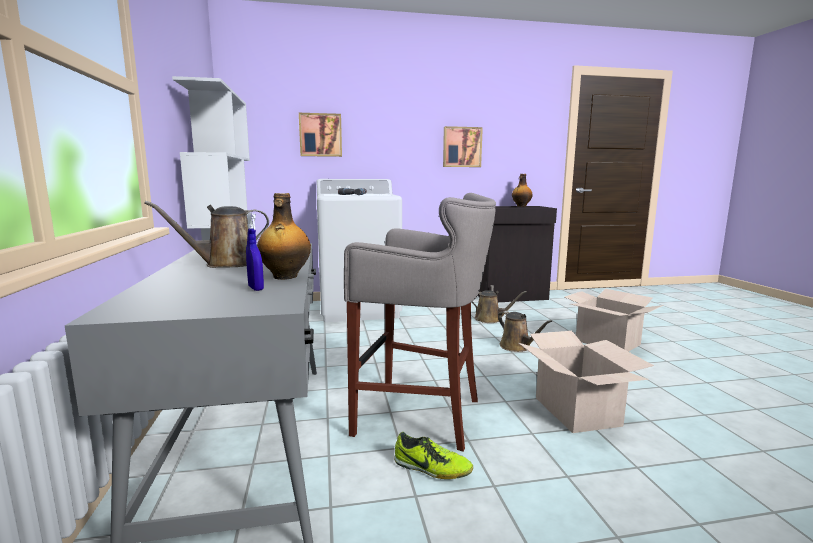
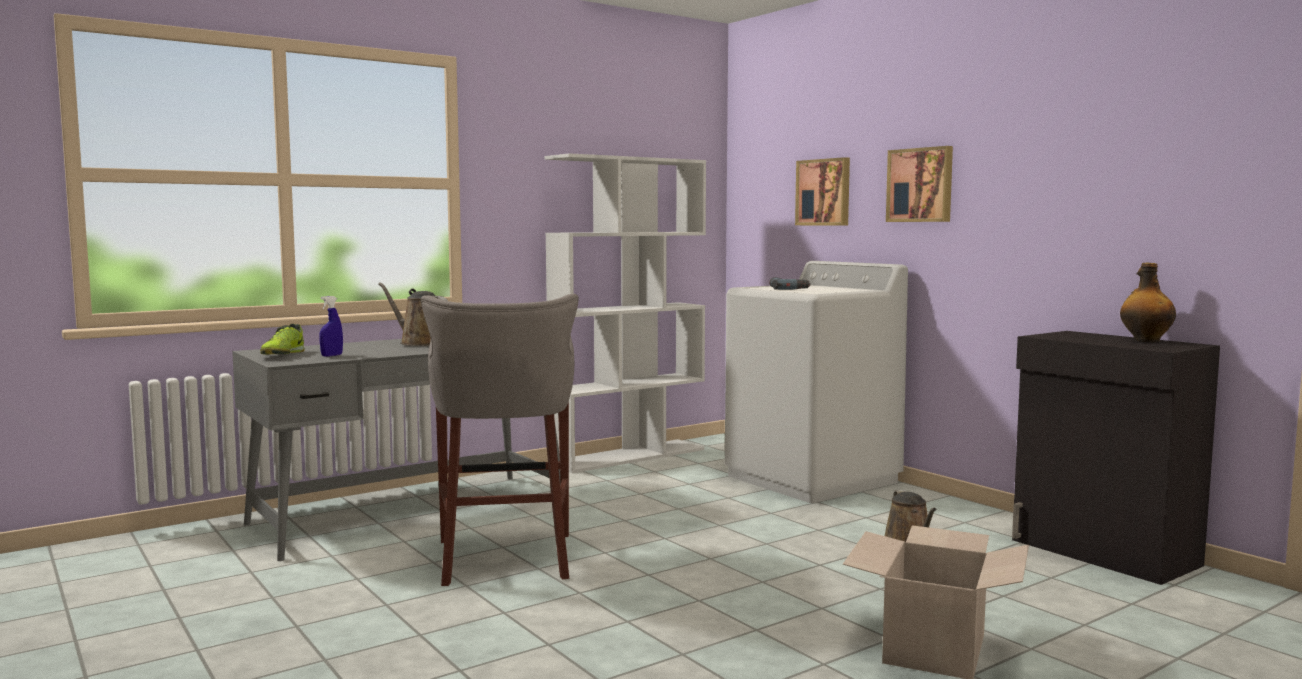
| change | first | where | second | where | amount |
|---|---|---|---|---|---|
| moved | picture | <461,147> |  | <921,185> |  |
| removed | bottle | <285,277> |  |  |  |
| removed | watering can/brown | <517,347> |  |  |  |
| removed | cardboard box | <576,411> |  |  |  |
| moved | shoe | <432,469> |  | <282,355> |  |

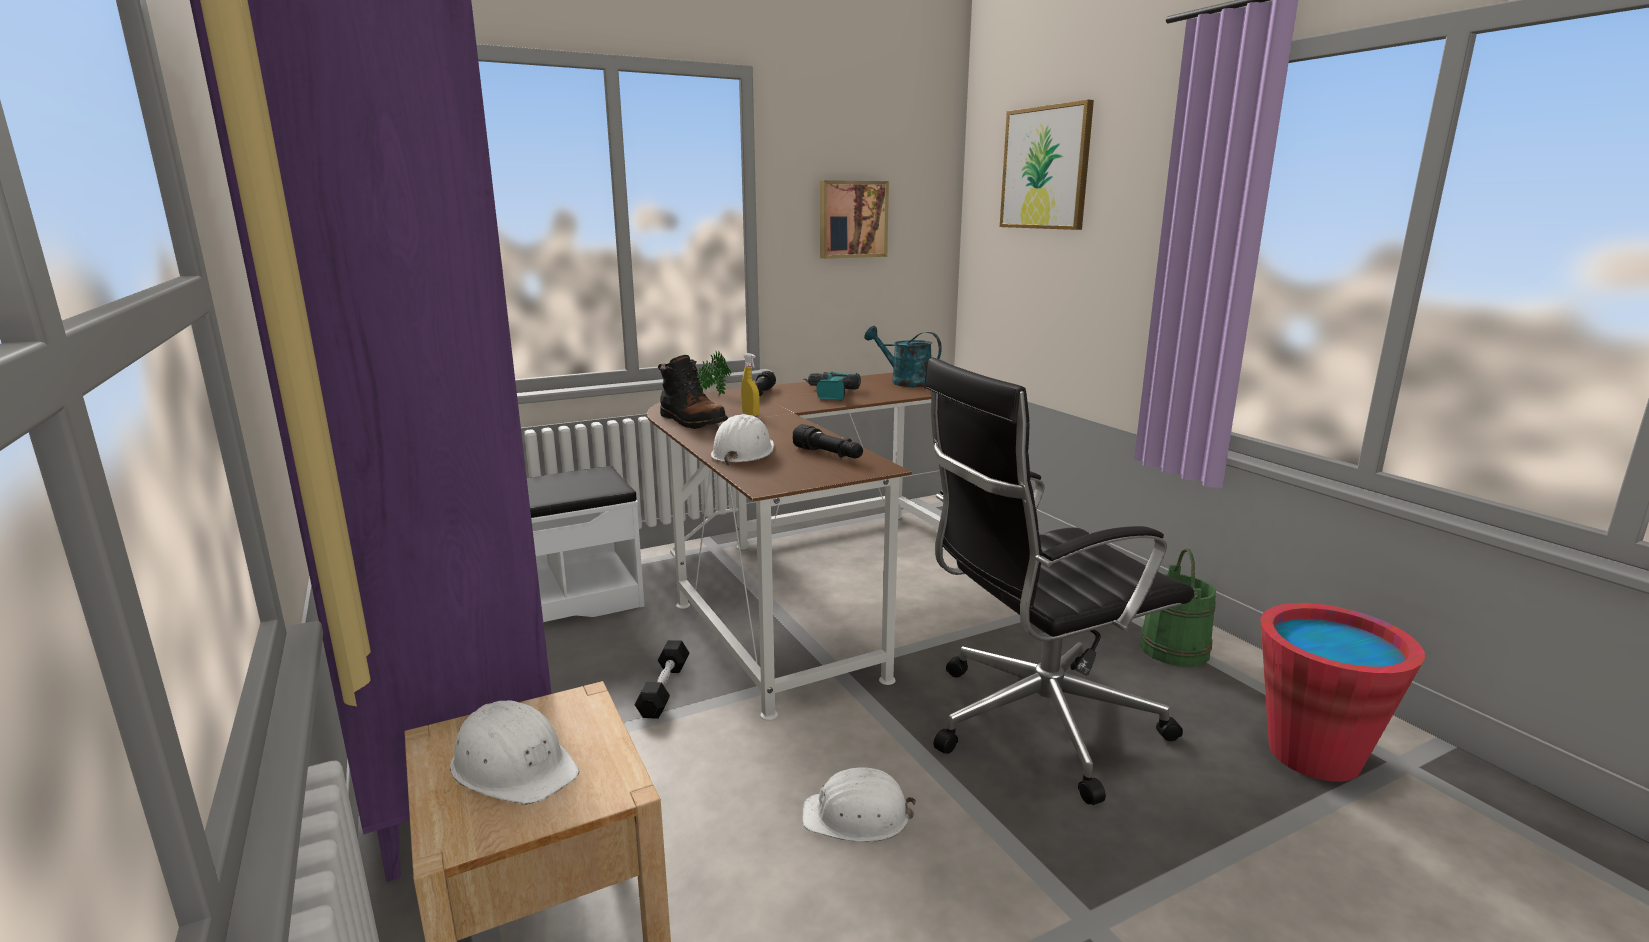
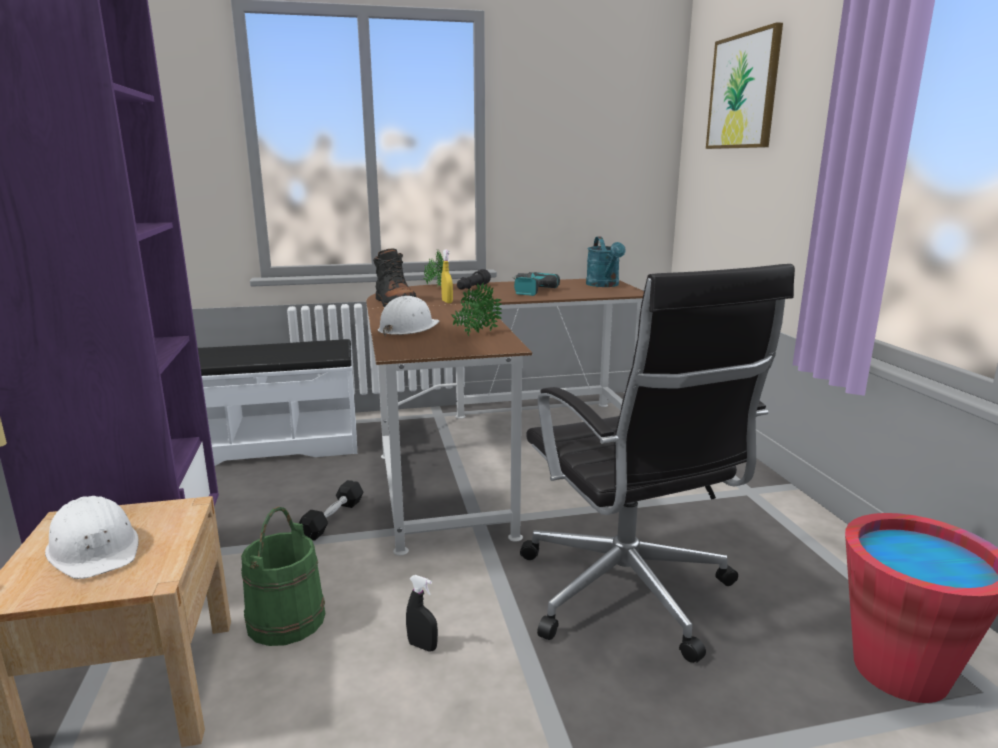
| change | first | where | second | where | amount |
|---|---|---|---|---|---|
| removed | picture | <852,219> |  |  |  |
| turned | watering can/turquoise | <904,382> |  | <604,285> | 150 degrees counterclockwise |
| turned | office chair/black | <1035,723> |  | <627,594> | 105 degrees counterclockwise |
| replaced | flashlight/black | <829,455> | potted plant | <475,334> |  |
| moved | bucket/green | <1175,649> |  | <286,620> |  |
| replaced | hard hat/white | <857,816> | spray bottle/black | <422,646> |  |

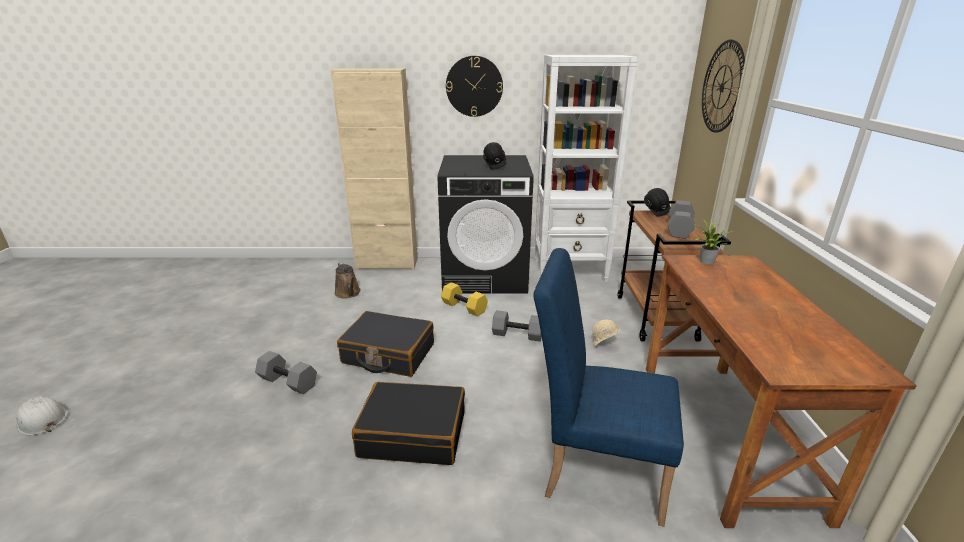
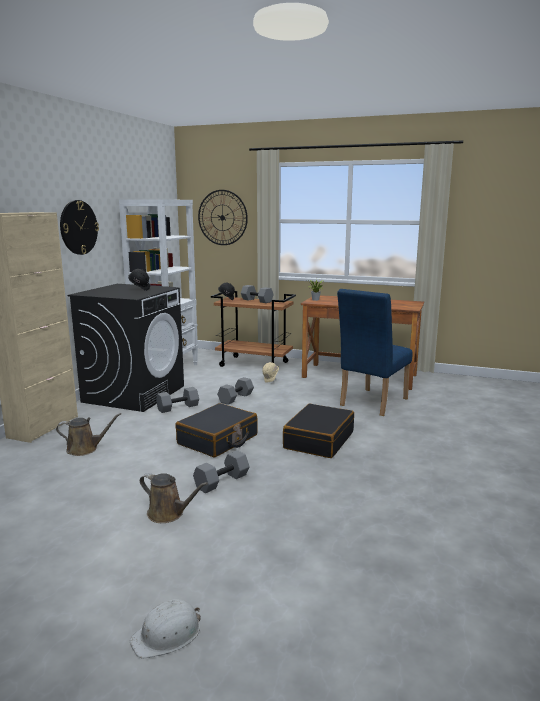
| change | first | where | second | where | amount |
|---|---|---|---|---|---|
| recoloured | dumbbell/yellow | <465,307> | dumbbell/grey | <178,407> |  |
| added |  |  | watering can/brown | <168,514> |  |

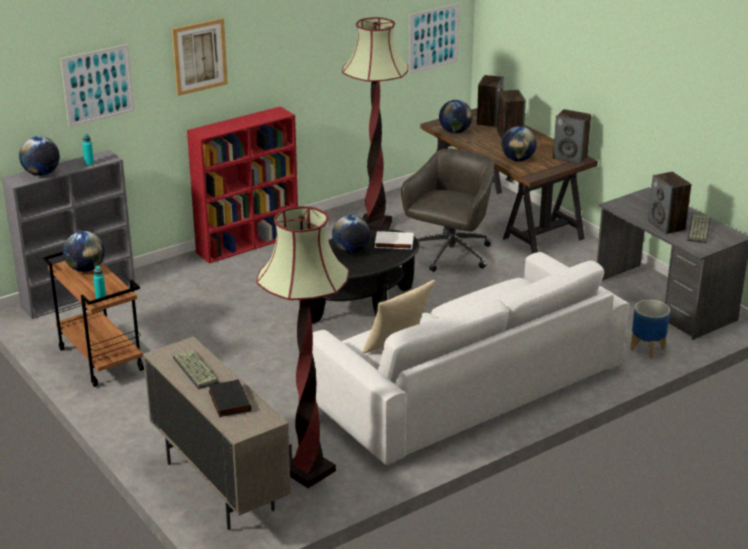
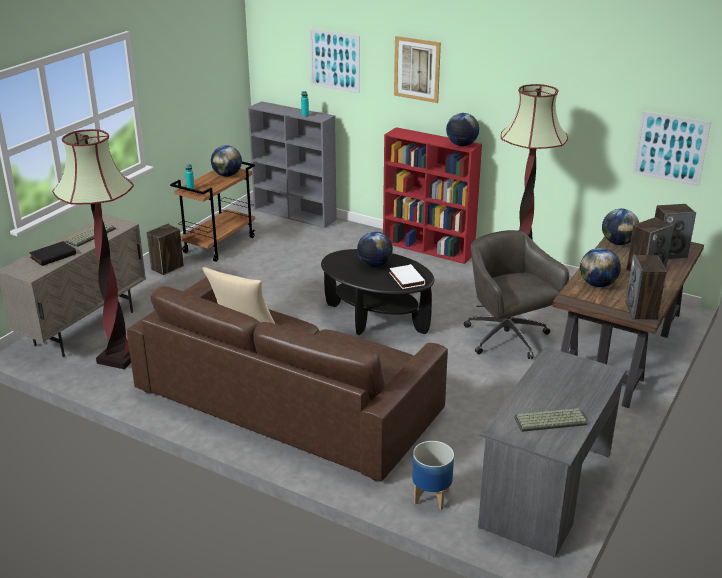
| change | first | where | second | where | amount |
|---|---|---|---|---|---|
| moved | globe | <41,174> |  | <461,145> |  |
| turned | office chair/grey | <450,254> |  | <507,339> | 120 degrees counterclockwise |
| moved | speaker | <666,225> |  | <167,268> |  |
| recoloured | sofa/white | <466,383> | sofa/brown | <288,399> |  |

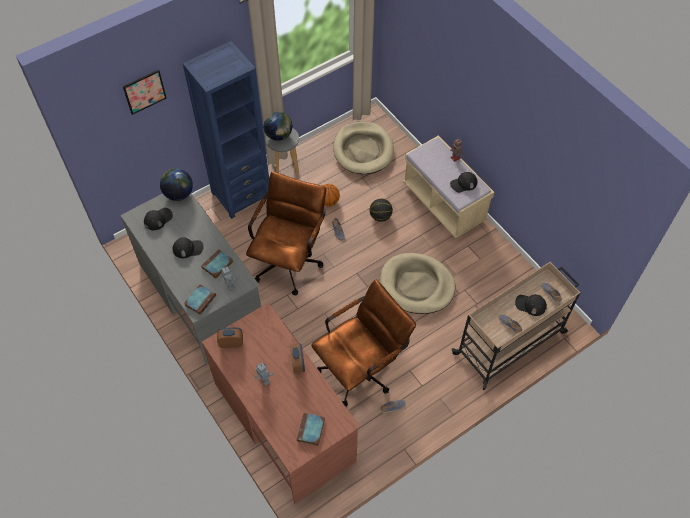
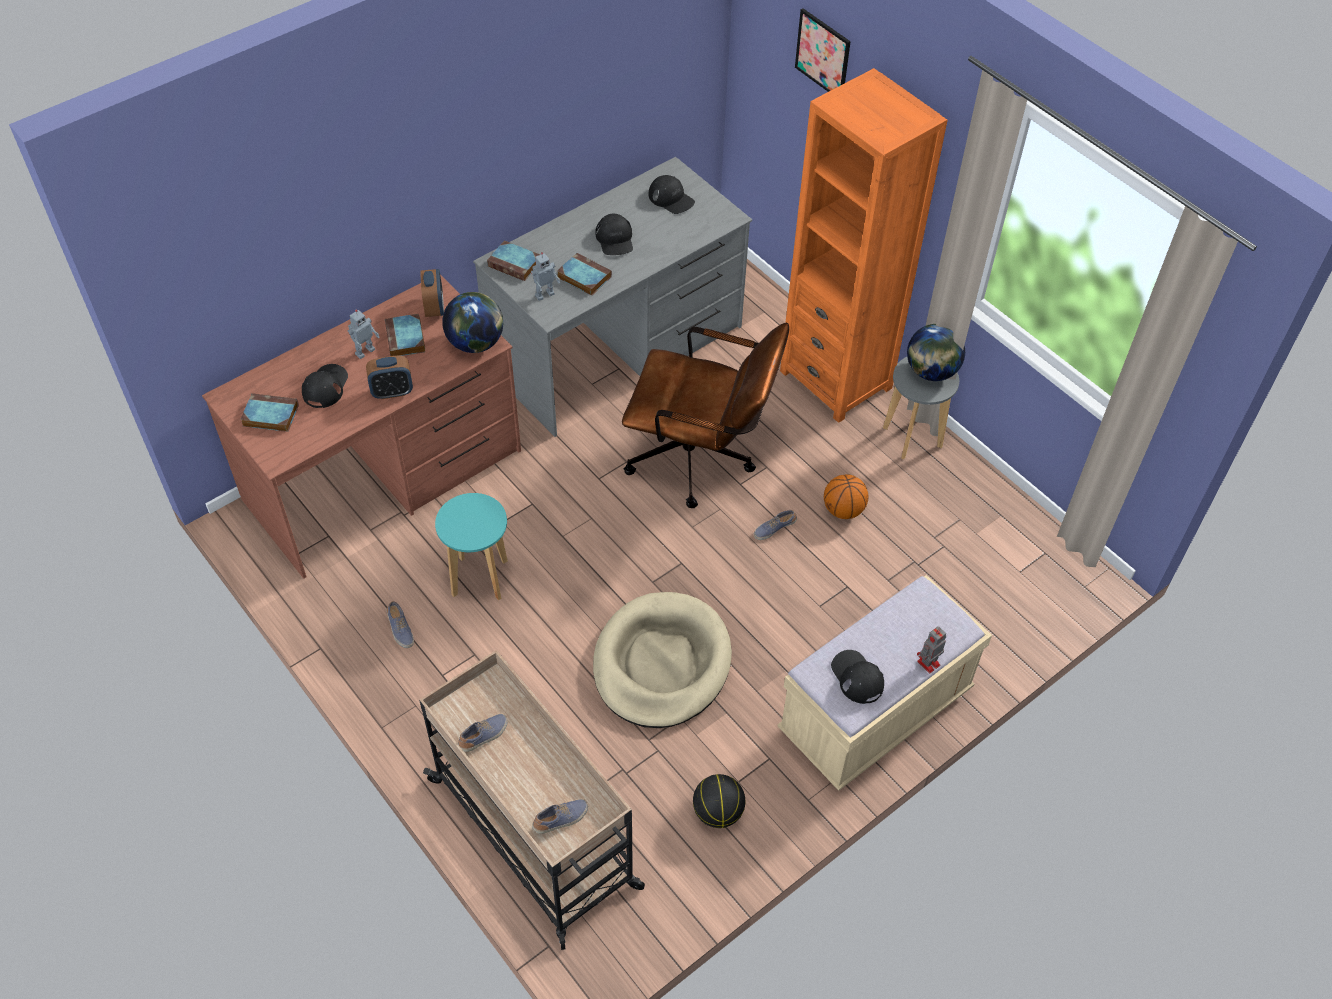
| change | first | where | second | where | amount |
|---|---|---|---|---|---|
| recoloured | bookcase/blue | <241,194> | bookcase/orange | <836,379> |  |
| removed | dog bed/beige | <363,150> |  |  |  |
| moved | globe | <179,194> |  | <476,343> |  |
| moved | basketball | <380,216> |  | <717,812> |  |
| replaced | office chair/brown | <361,368> | stool/turquoise | <480,578> |  |
| moved | cap/black | <530,305> |  | <325,387> |  |
| added |  |  | book | <406,339> |  |

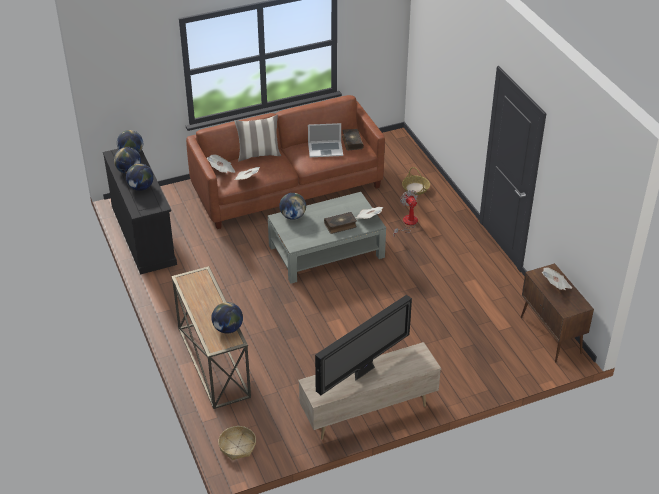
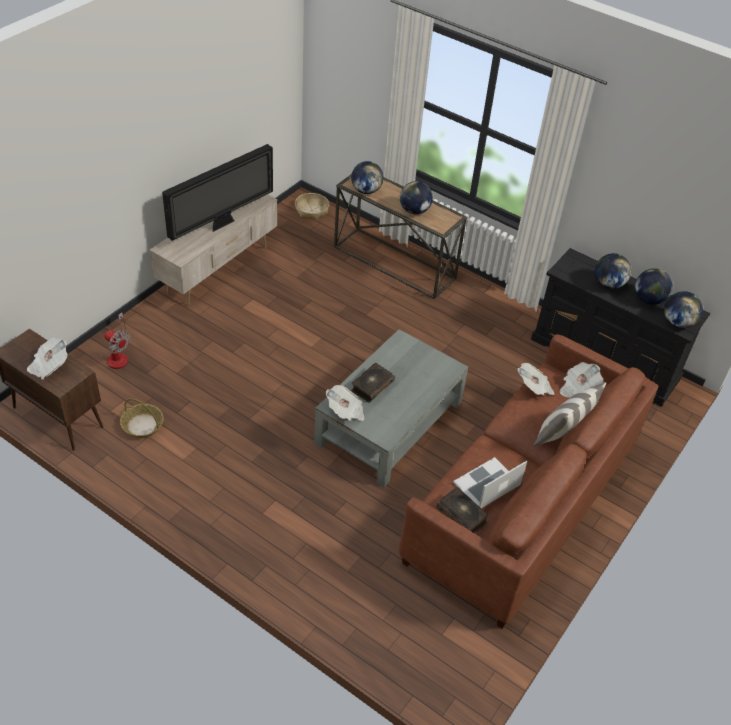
| change | first | where | second | where | amount |
|---|---|---|---|---|---|
| moved | basket | <415,188> |  | <143,425> |  |
| moved | fan | <407,223> |  | <118,355> |  |
| moved | globe | <293,216> |  | <414,211> |  |
| turned | television | <364,371> |  | <223,223> | 150 degrees counterclockwise |

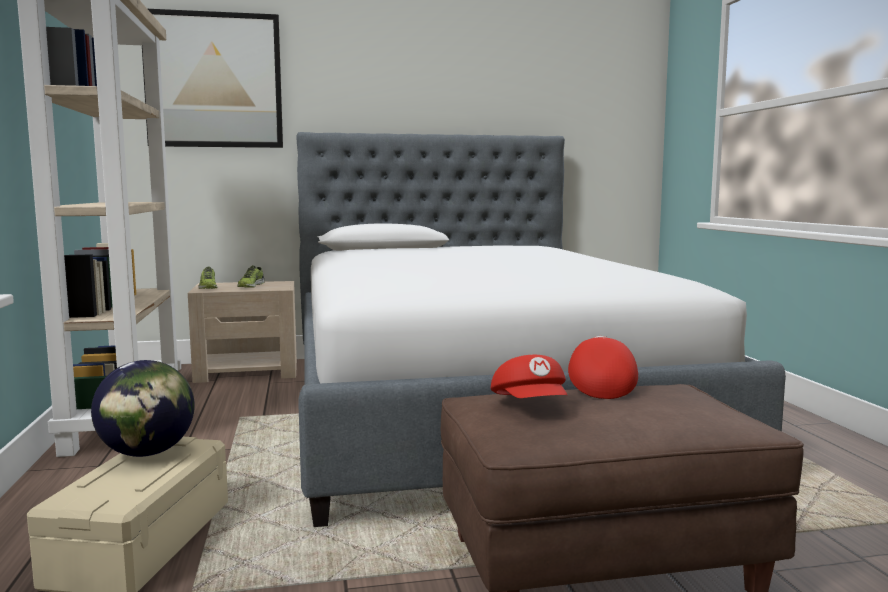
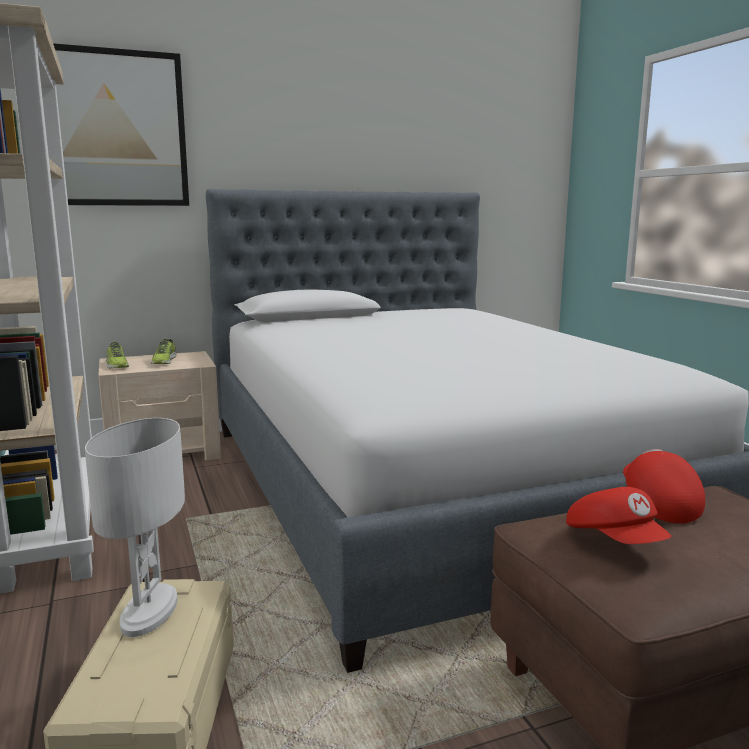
| change | first | where | second | where | amount |
|---|---|---|---|---|---|
| replaced | globe | <147,453> | table lamp/white | <150,612> |  |

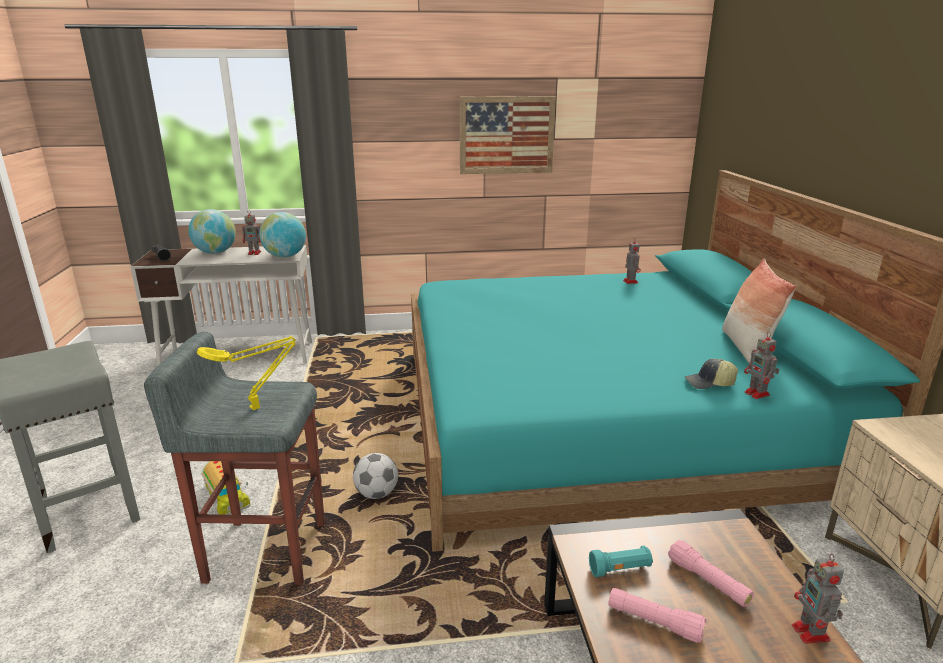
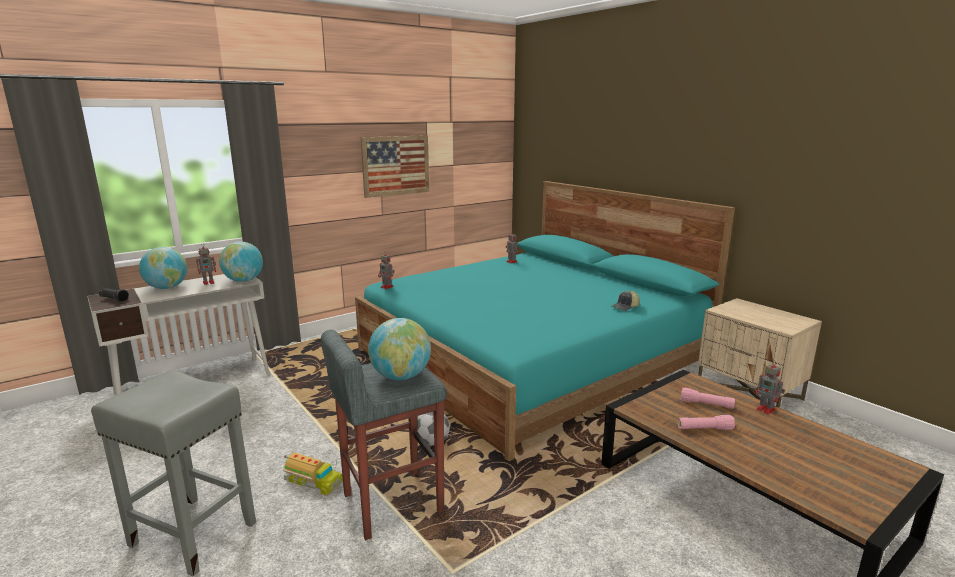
| change | first | where | second | where | amount |
|---|---|---|---|---|---|
| removed | pillow | <746,347> |  |  |  |
| moved | toy robot | <758,394> |  | <387,287> |  |
| replaced | table lamp/yellow | <258,407> | globe | <400,377> |  |
| removed | flashlight/turquoise | <620,569> |  |  |  |

